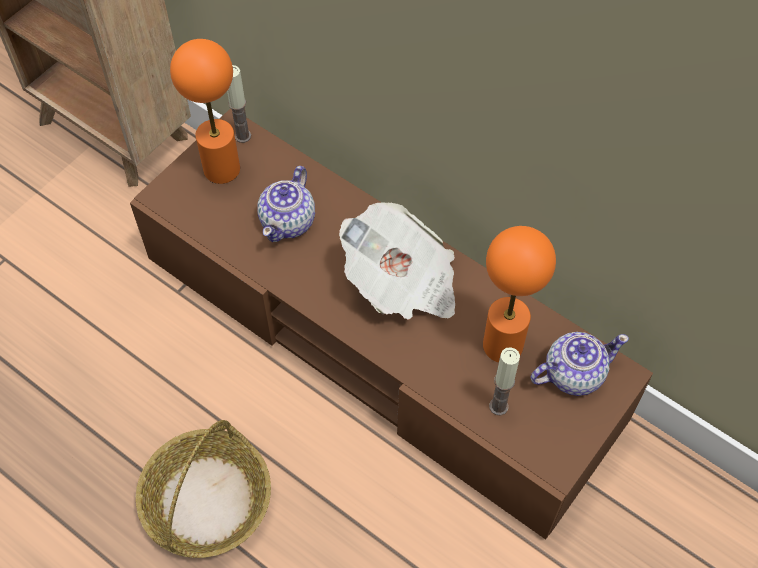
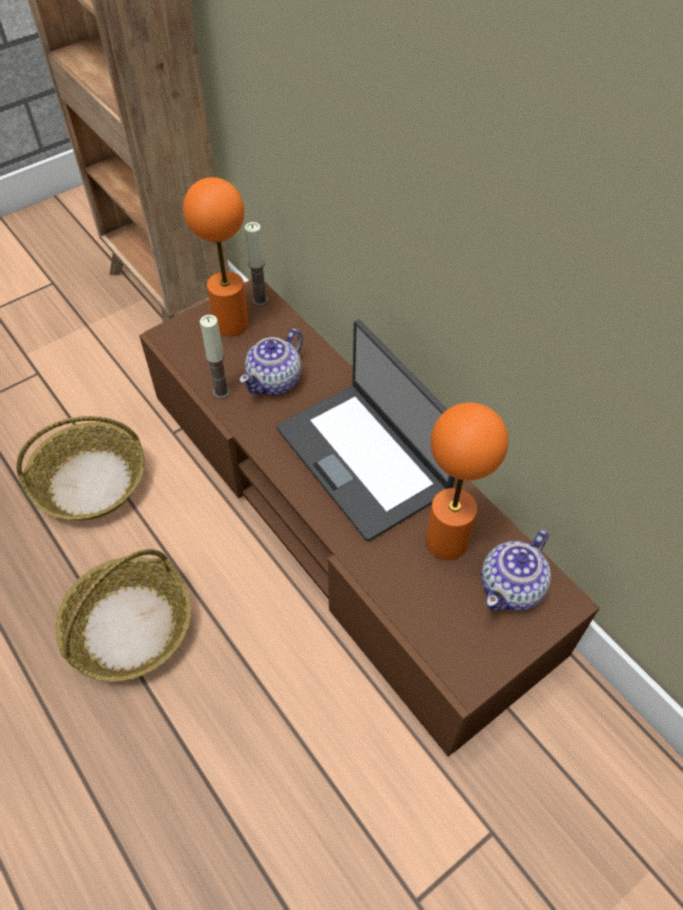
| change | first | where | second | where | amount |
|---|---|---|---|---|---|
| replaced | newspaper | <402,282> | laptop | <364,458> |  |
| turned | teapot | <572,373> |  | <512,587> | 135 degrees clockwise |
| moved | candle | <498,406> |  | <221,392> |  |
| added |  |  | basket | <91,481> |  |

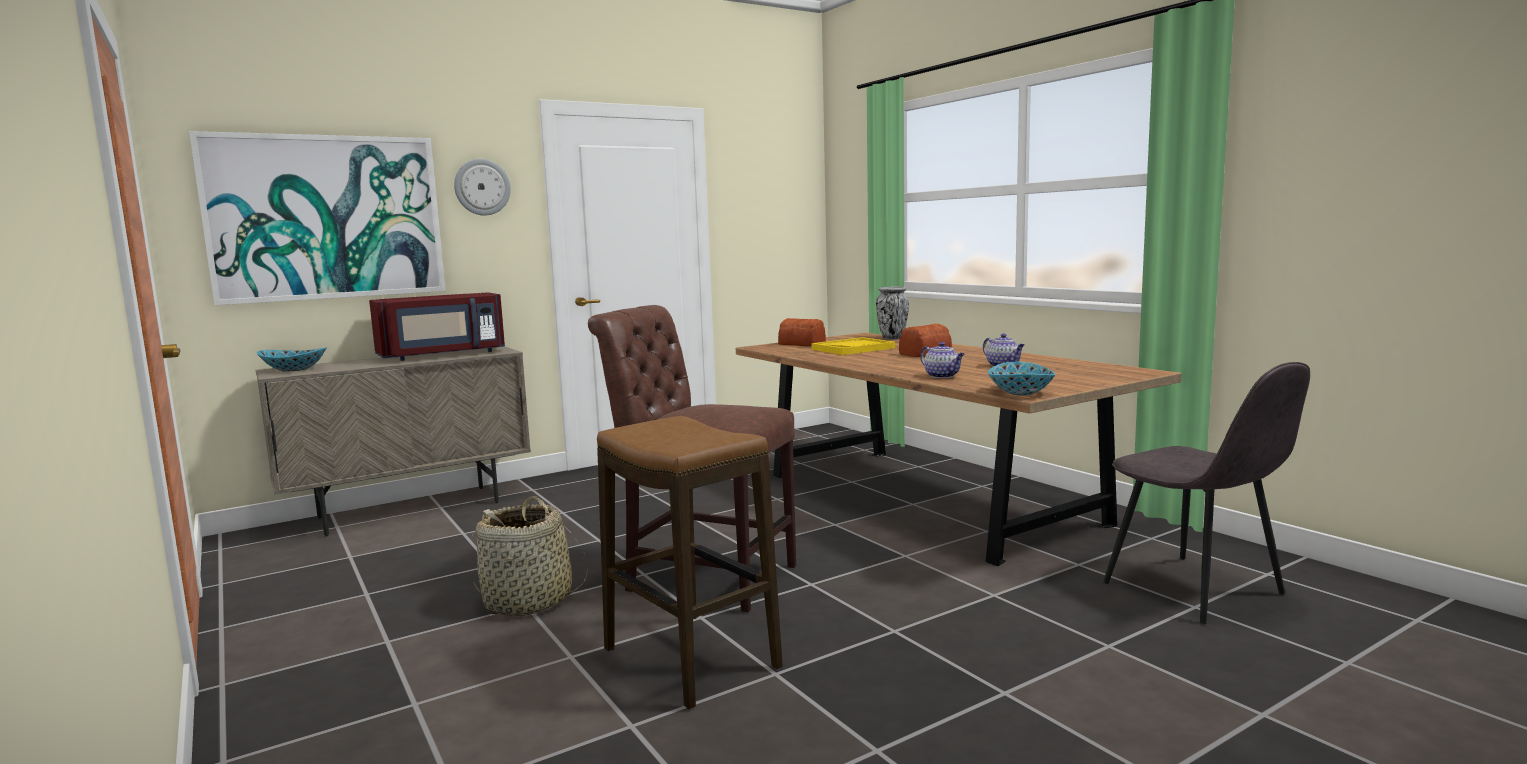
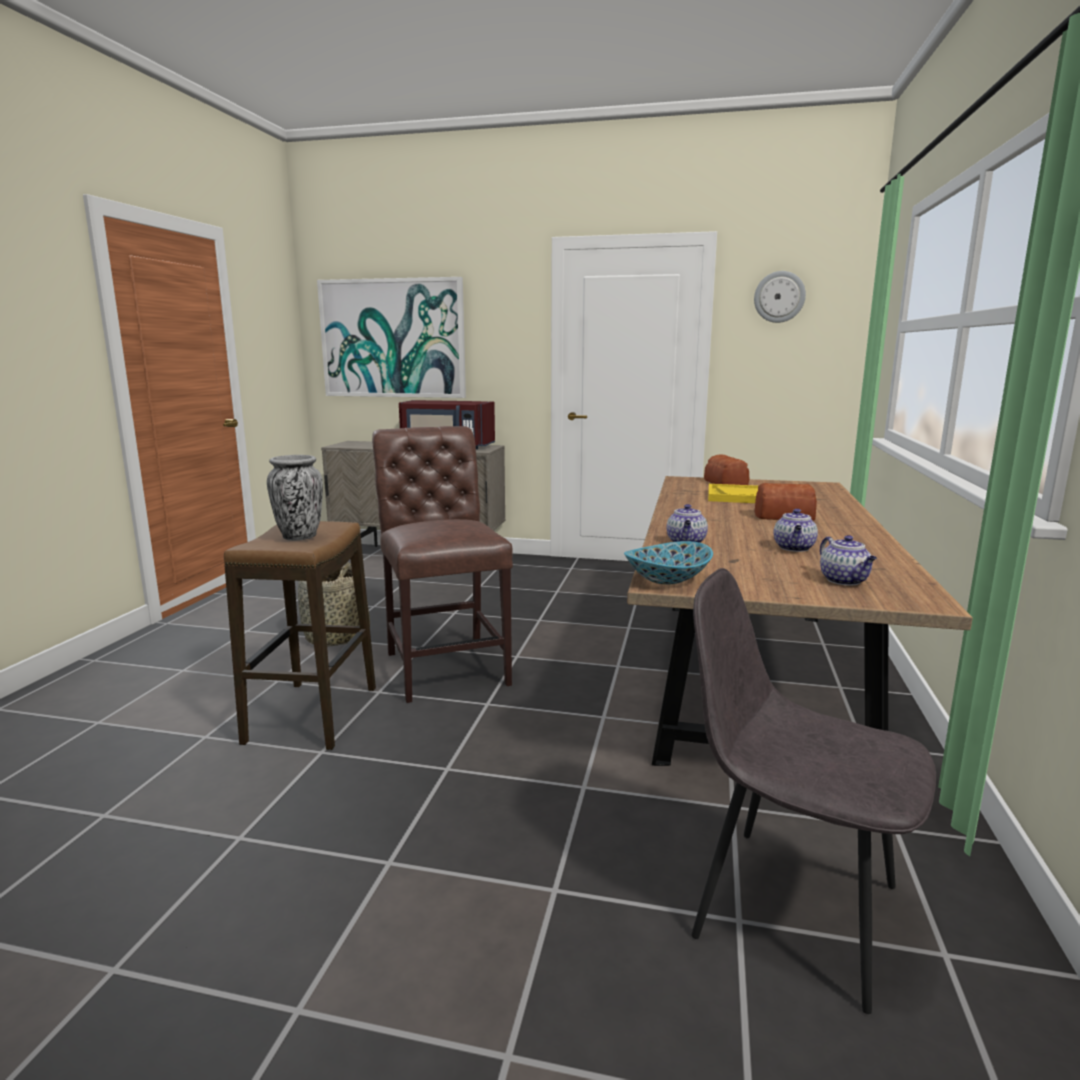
| change | first | where | second | where | amount |
|---|---|---|---|---|---|
| moved | wall clock | <482,187> |  | <779,297> |  |
| moved | vase | <892,338> |  | <299,537> |  |
| removed | bowl | <294,369> |  |  |  |
| turned | chair/grey | <1196,590> |  | <790,907> | 105 degrees clockwise |
| added |  |  | teapot | <845,581> |  |

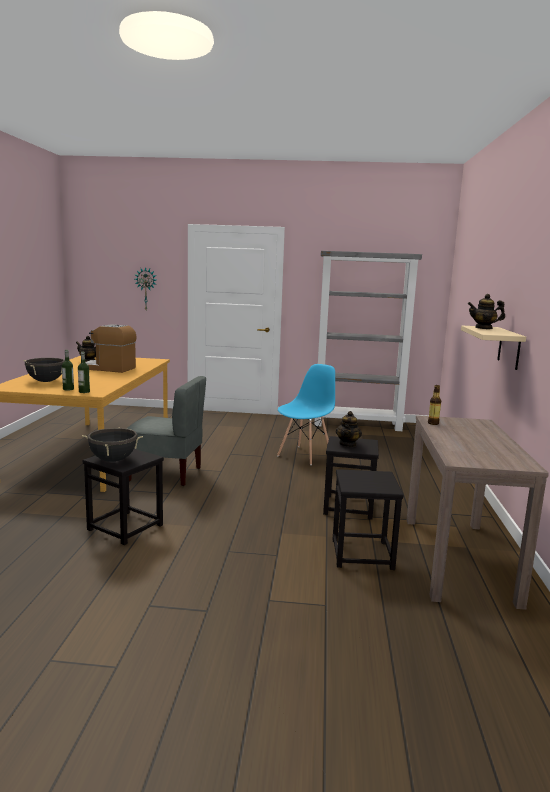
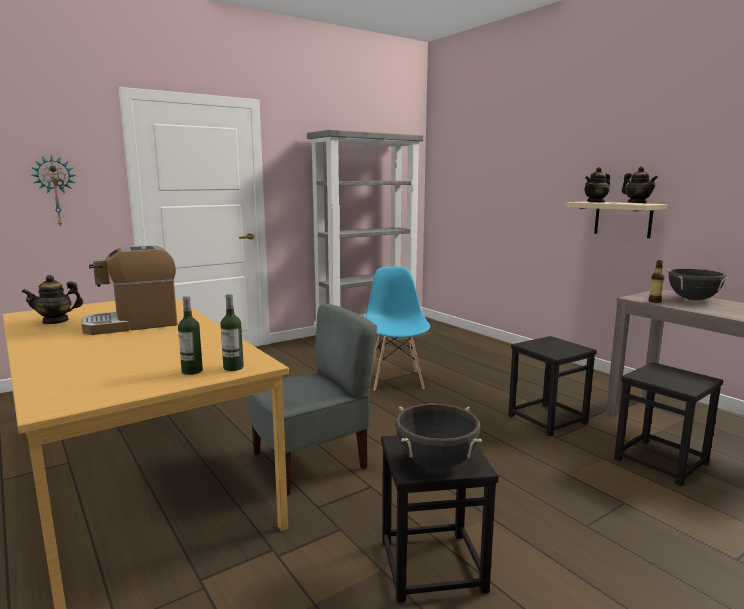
| change | first | where | second | where | amount |
|---|---|---|---|---|---|
| moved | cooking pot/black | <46,381> |  | <692,299> |  |
| moved | teapot | <348,444> |  | <637,203> |  |

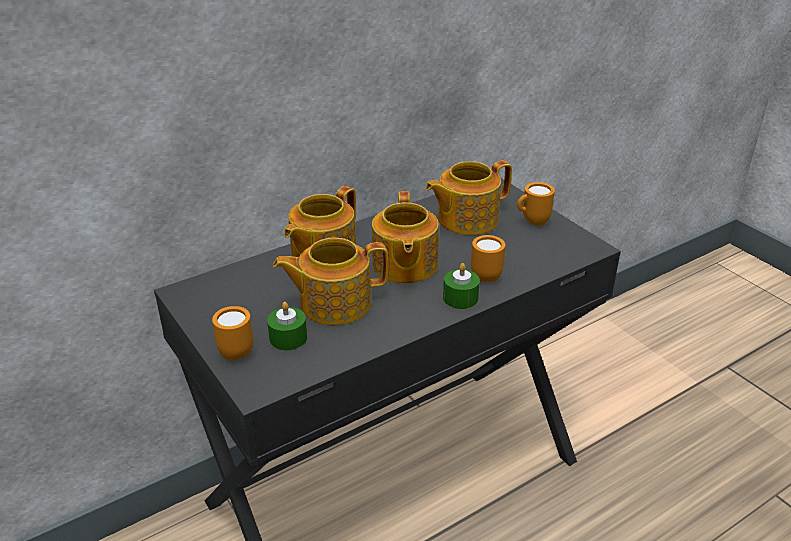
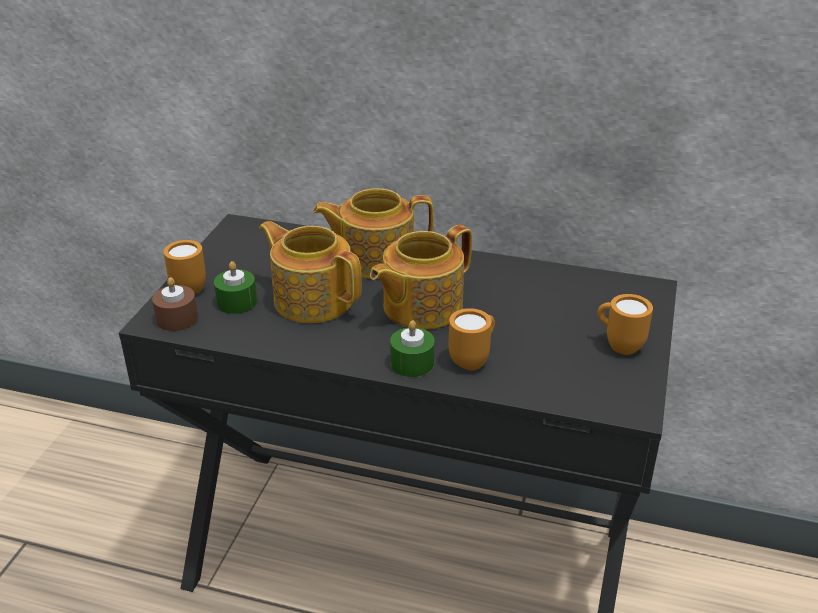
| change | first | where | second | where | amount |
|---|---|---|---|---|---|
| removed | teapot | <466,219> |  |  |  |
| added |  |  | candle/brown | <177,318> |  |

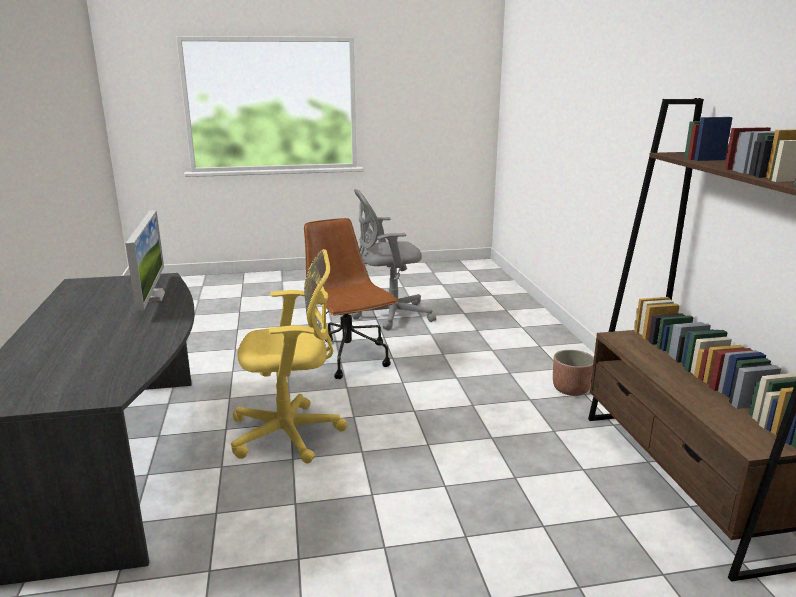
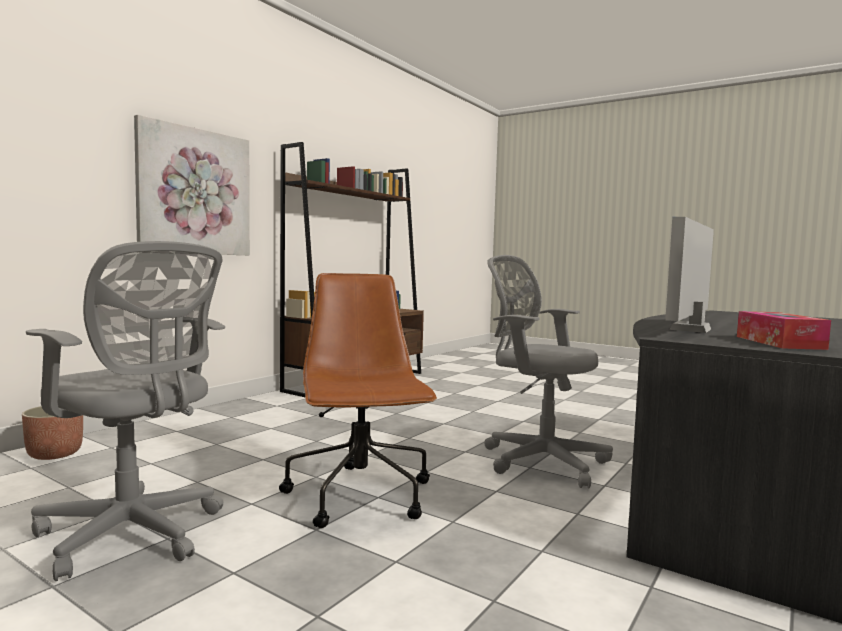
| change | first | where | second | where | amount |
|---|---|---|---|---|---|
| turned | office chair/brown | <348,358> |  | <360,497> | 150 degrees clockwise |
| recoloured | office chair/yellow | <291,434> | office chair/grey | <539,460> |  |
| moved | planter | <571,389> |  | <54,454> |  |
| added |  |  | picture | <195,192> |  |
| added |  |  | tissue box | <779,342> |  |

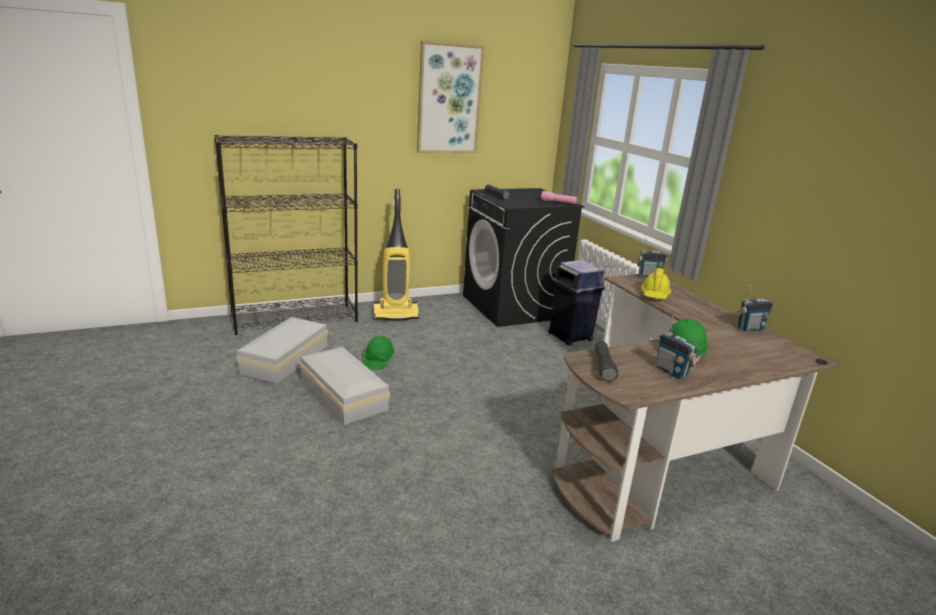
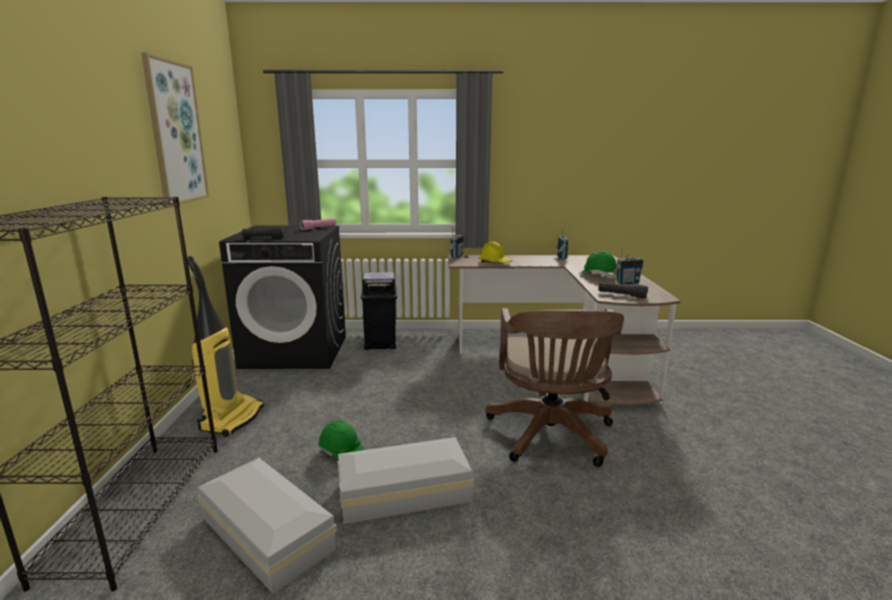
| change | first | where | second | where | amount |
|---|---|---|---|---|---|
| added |  |  | office chair/brown | <551,437> |  |

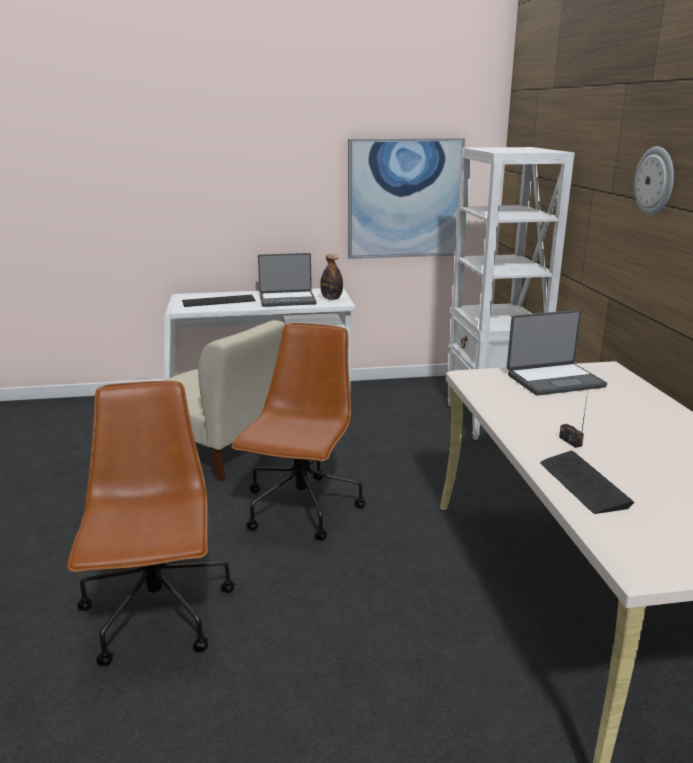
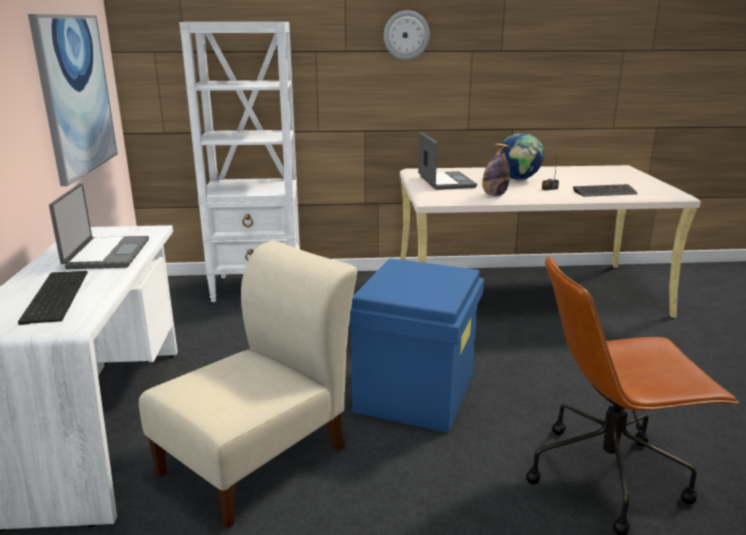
| change | first | where | second | where | amount |
|---|---|---|---|---|---|
| moved | bottle | <331,298> |  | <494,195> |  |
| replaced | office chair/brown | <301,509> | storage box/blue | <415,391> |  |
| added |  |  | globe | <518,180> |  |

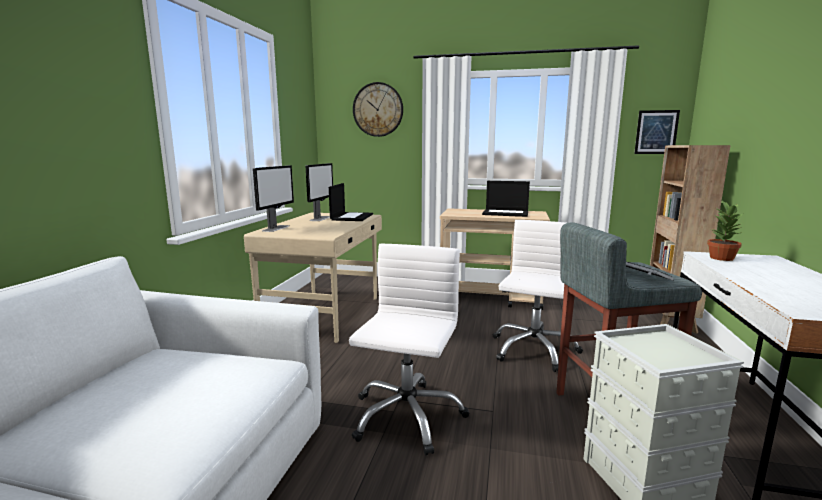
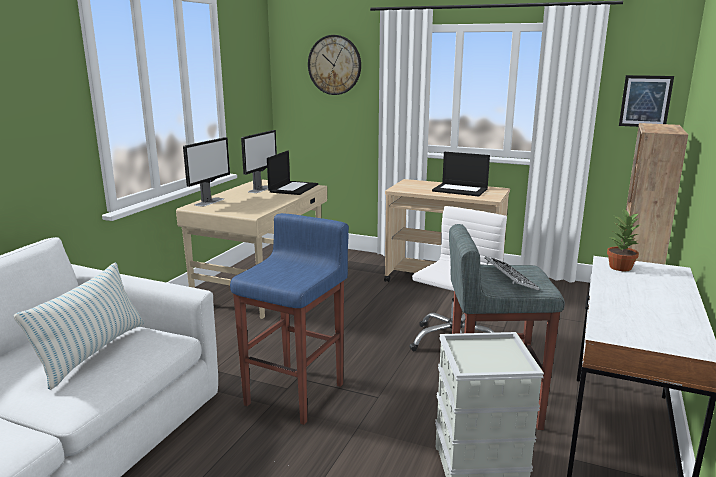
| change | first | where | second | where | amount |
|---|---|---|---|---|---|
| replaced | office chair/white | <406,416> | stool/blue | <297,393> |  |
| added |  |  | pillow | <93,352> |  |

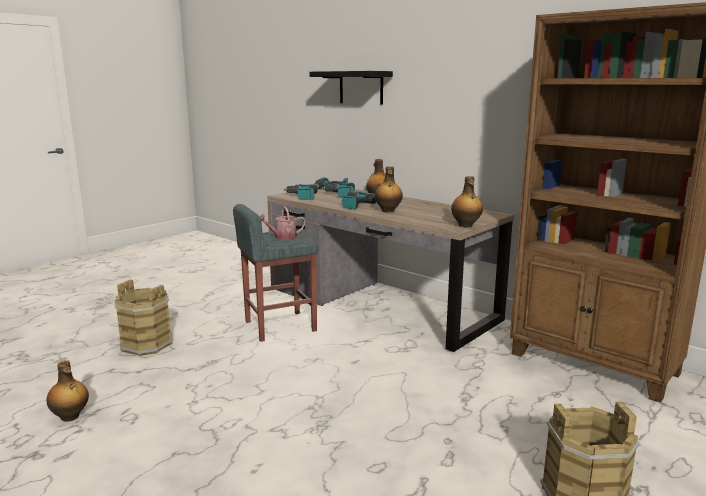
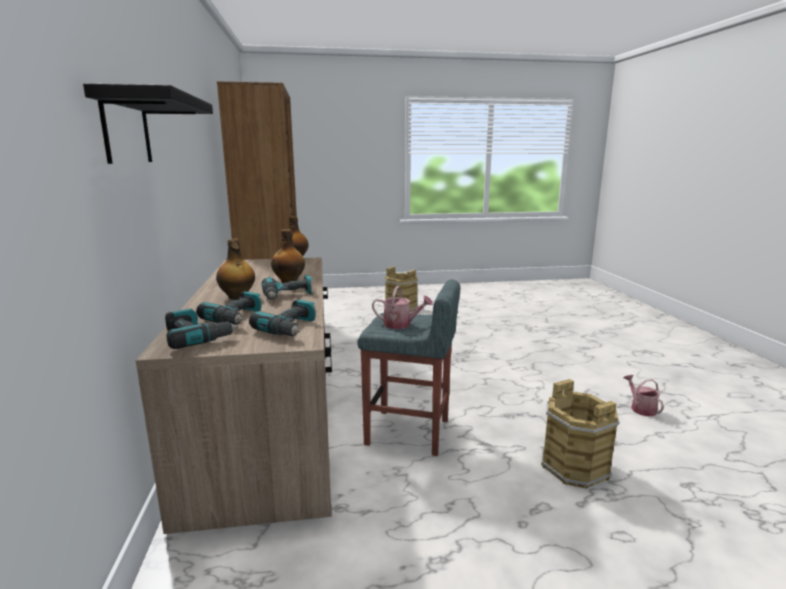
| change | first | where | second | where | amount |
|---|---|---|---|---|---|
| replaced | bottle | <70,417> | watering can | <641,408> |  |

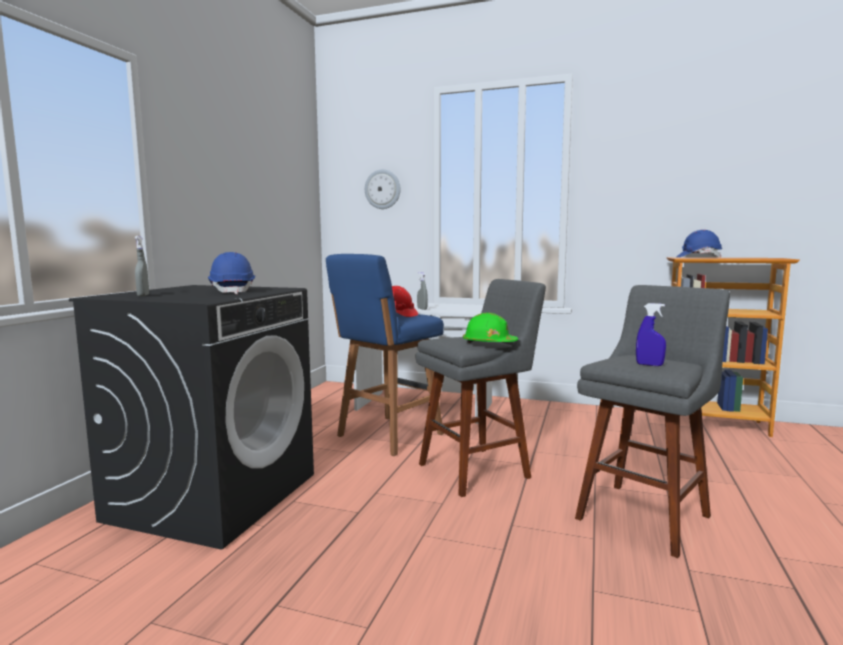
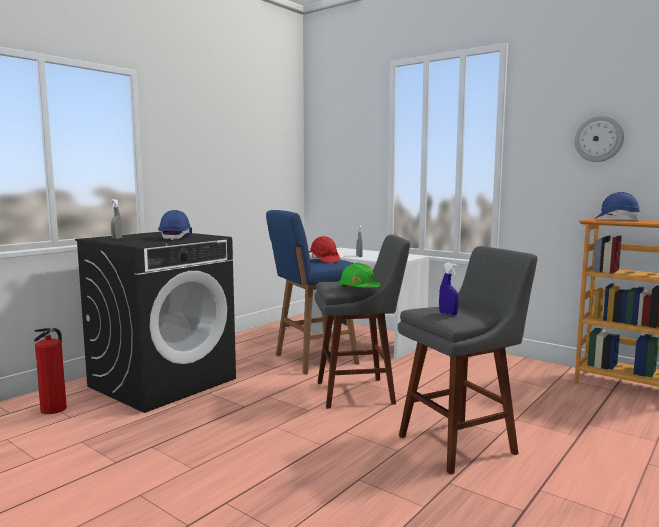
| change | first | where | second | where | amount |
|---|---|---|---|---|---|
| moved | wall clock | <382,189> |  | <599,139> |  |
| added |  |  | fire extinguisher | <54,409> |  |

